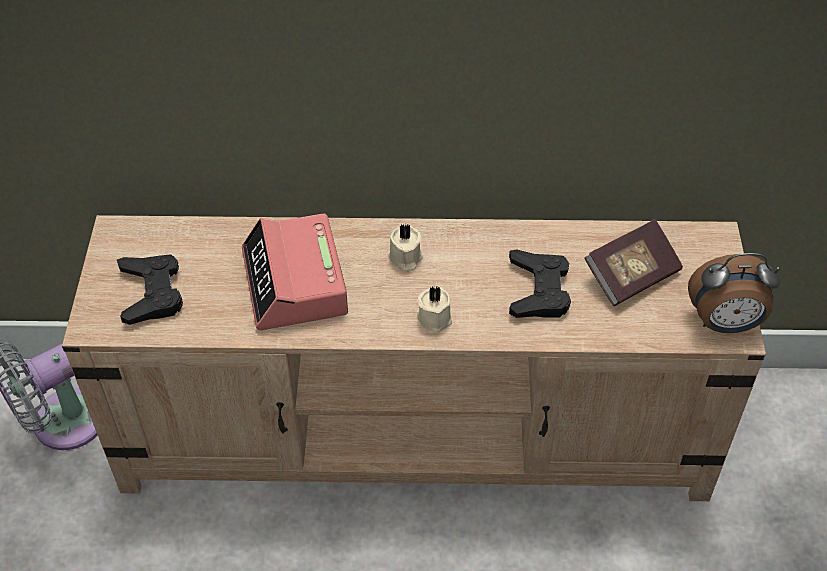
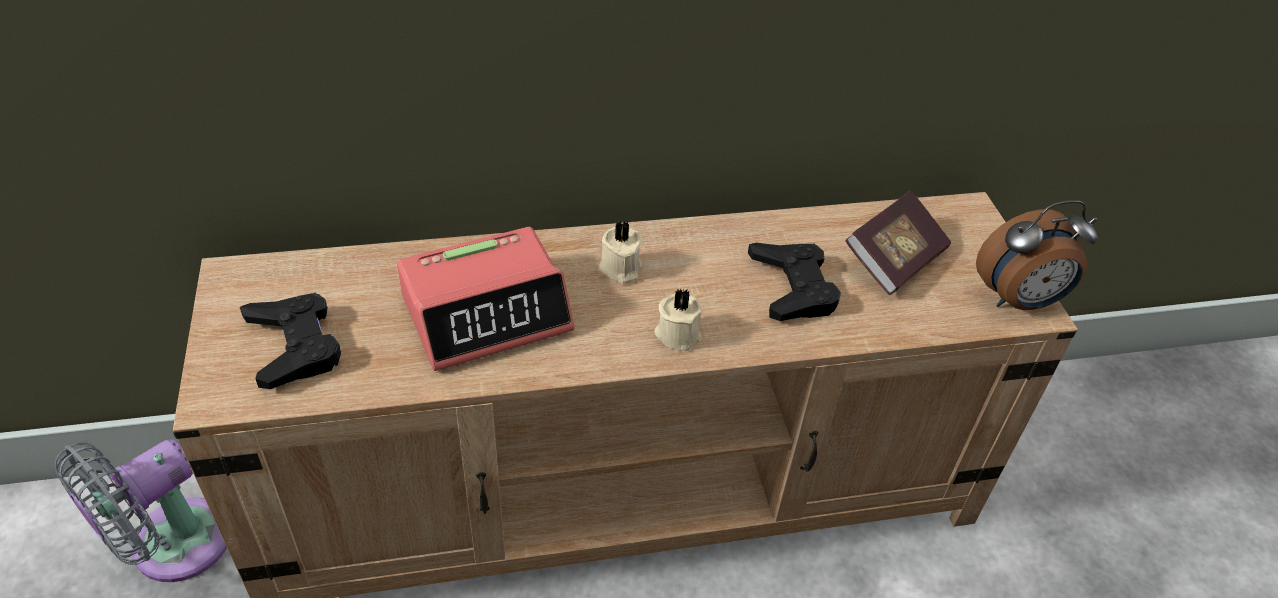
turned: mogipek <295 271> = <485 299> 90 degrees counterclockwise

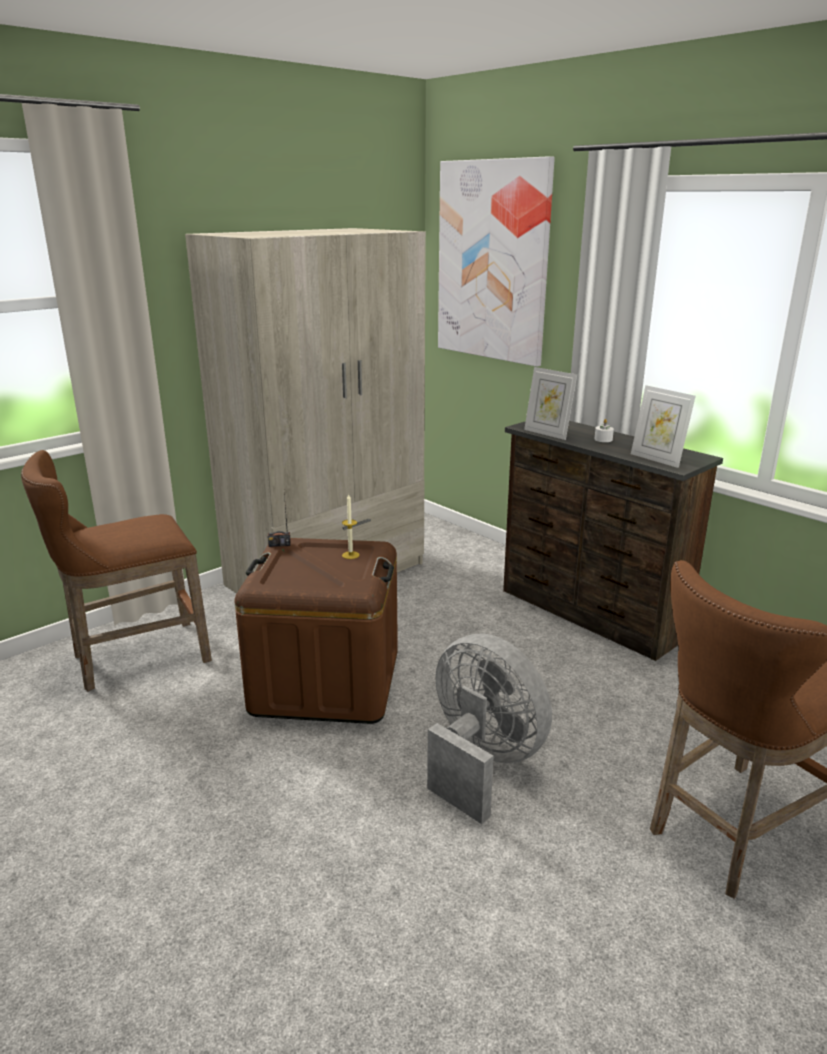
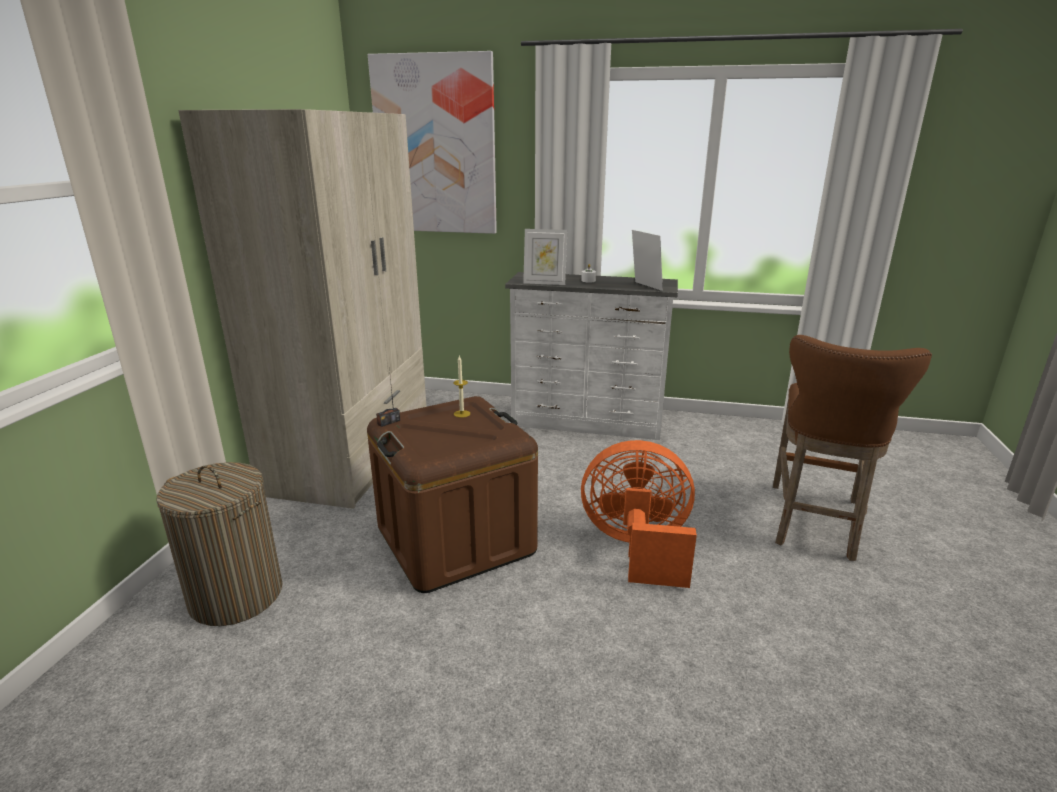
replaced: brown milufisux <116 570> to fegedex <219 544>
recoloured: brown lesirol <613 541> to white lesirol <591 356>; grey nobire <489 728> to orange nobire <639 514>
turned: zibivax <663 426> = <647 260> 135 degrees counterclockwise

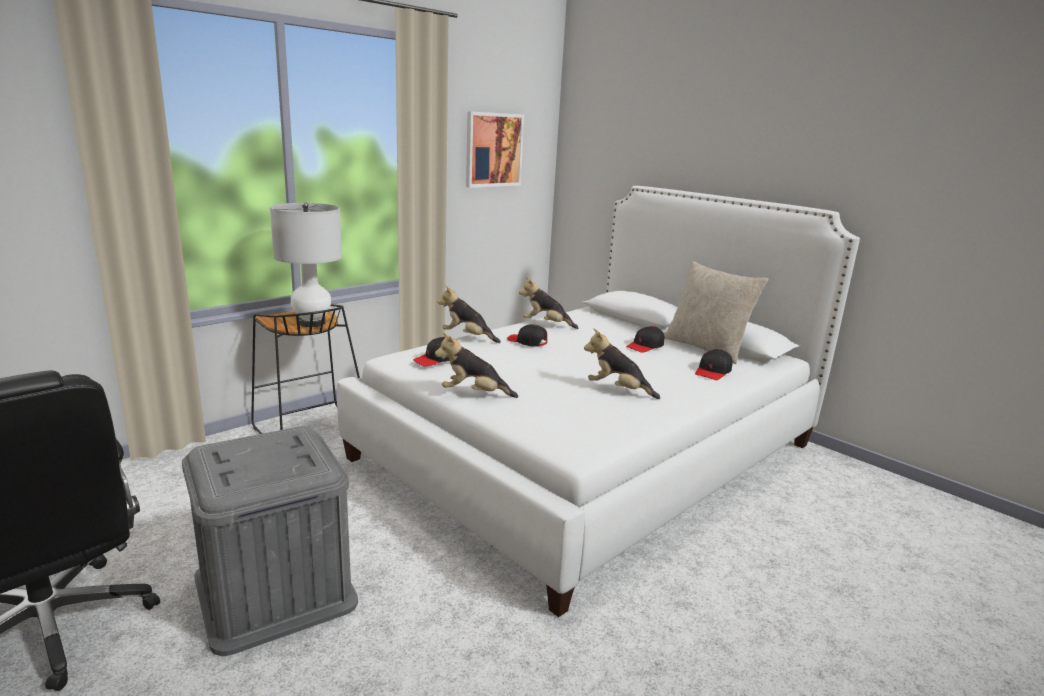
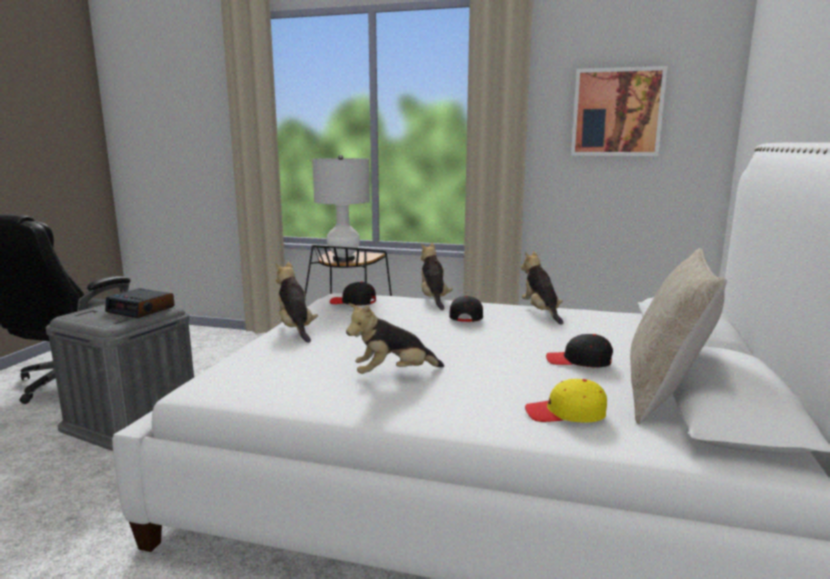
added: mogipek <140 303>
recoloured: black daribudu <714 364> to yellow daribudu <566 400>
turned: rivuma <622 364> = <395 338> 105 degrees counterclockwise

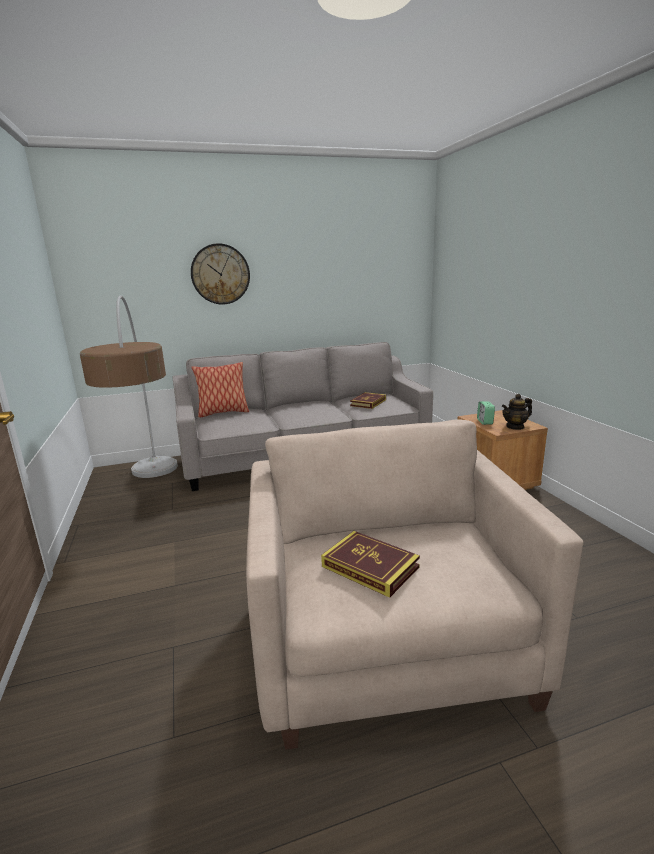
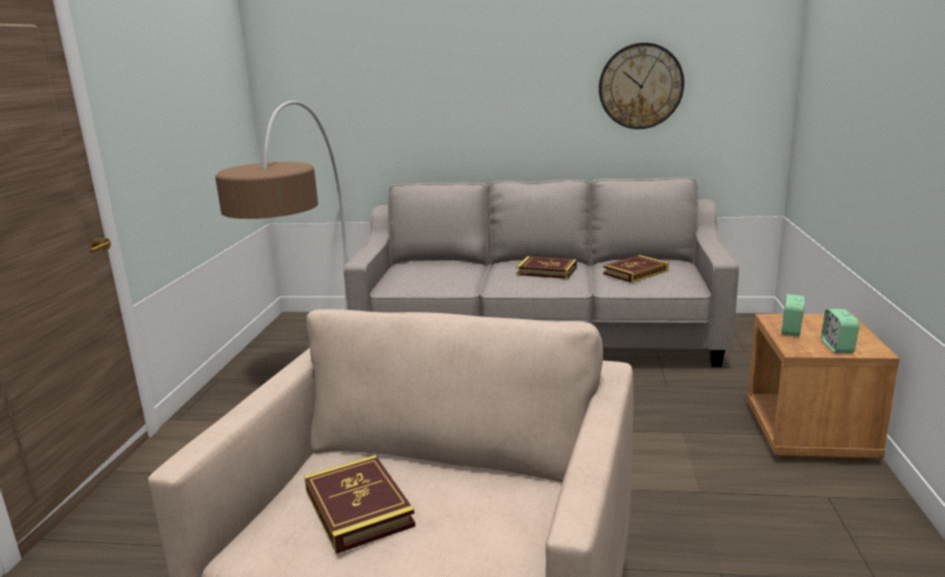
removed: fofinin <220 390>
added: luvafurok <546 267>
moved: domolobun <220 273> to <641 86>
replaced: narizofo <517 412> to mogipek <840 331>

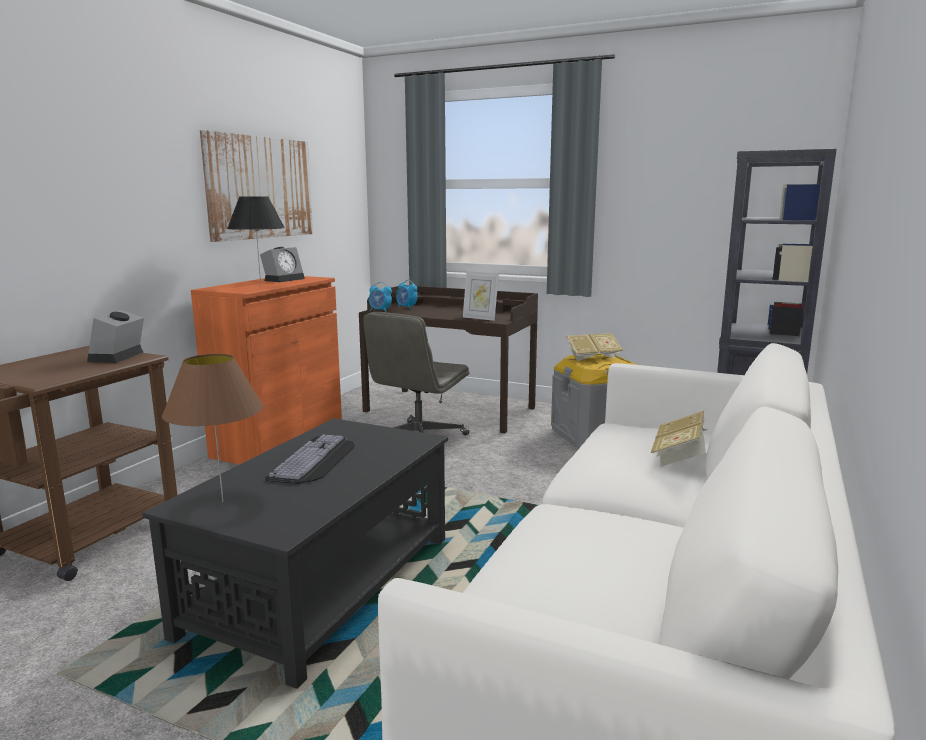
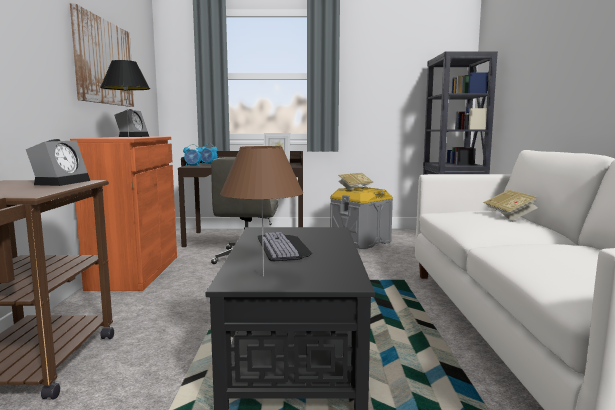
turned: mogipek <115 336> = <58 162> 150 degrees counterclockwise

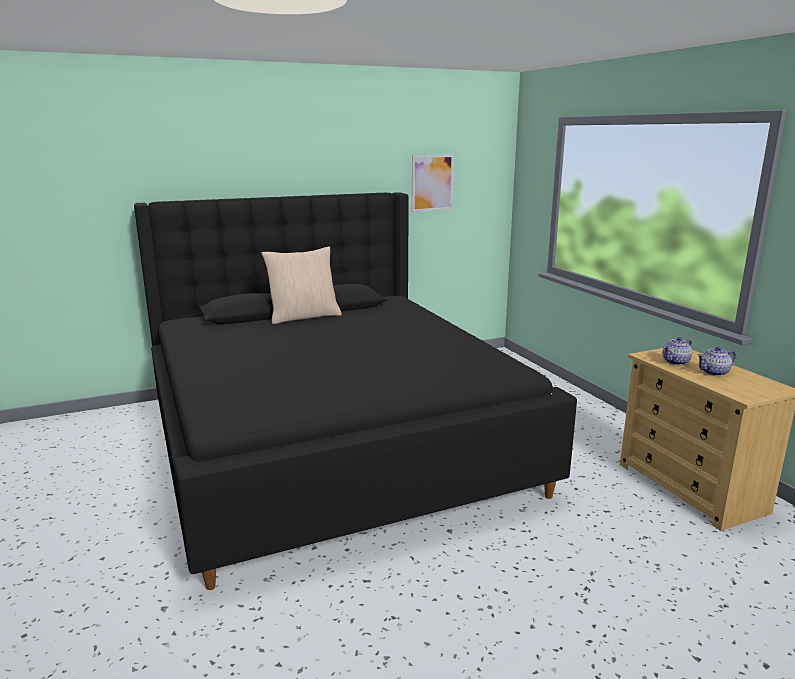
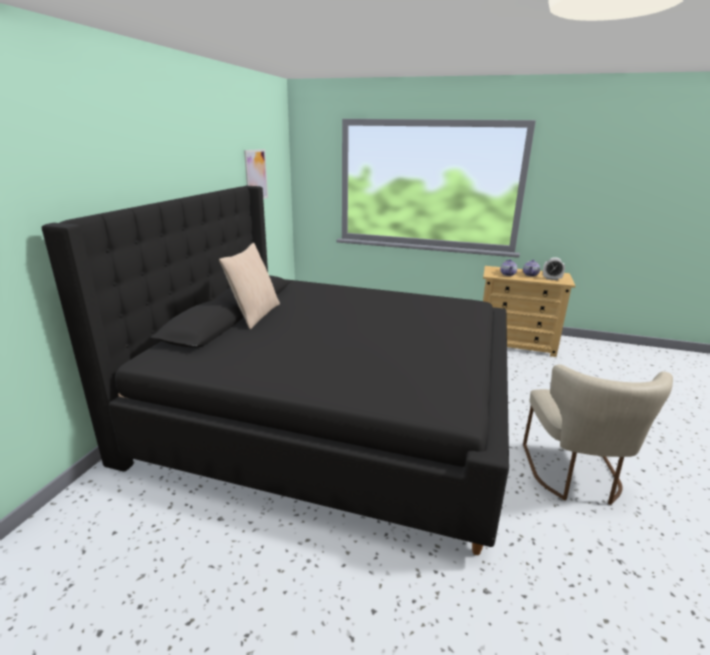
added: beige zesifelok <598 434>; mogipek <554 268>

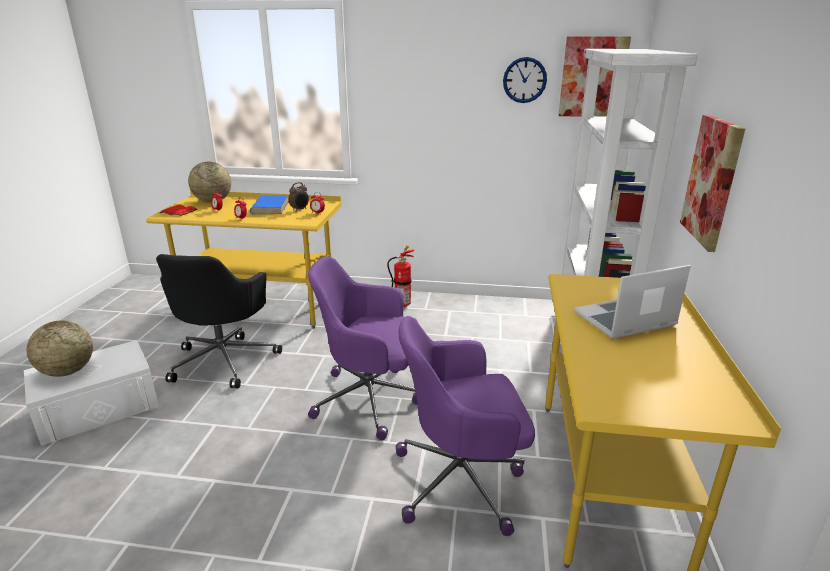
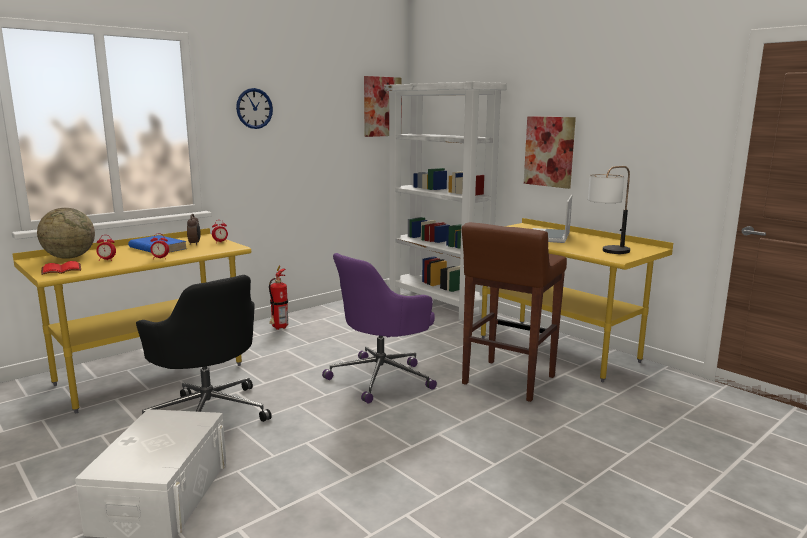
removed: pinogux <60 348>
added: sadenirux <609 210>
moved: domolobun <525 80> to <254 108>
replaced: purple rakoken <465 426> to brown milufisux <514 312>

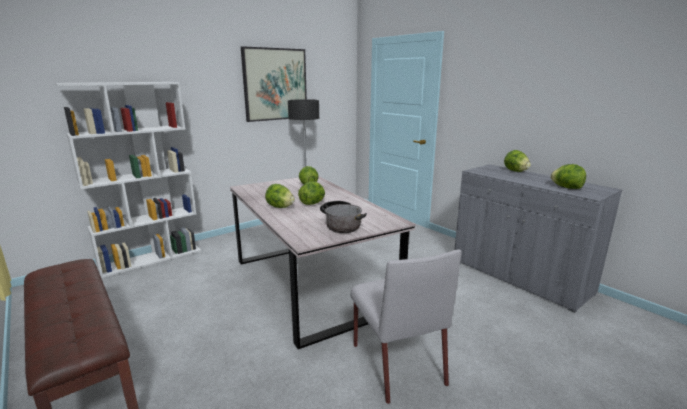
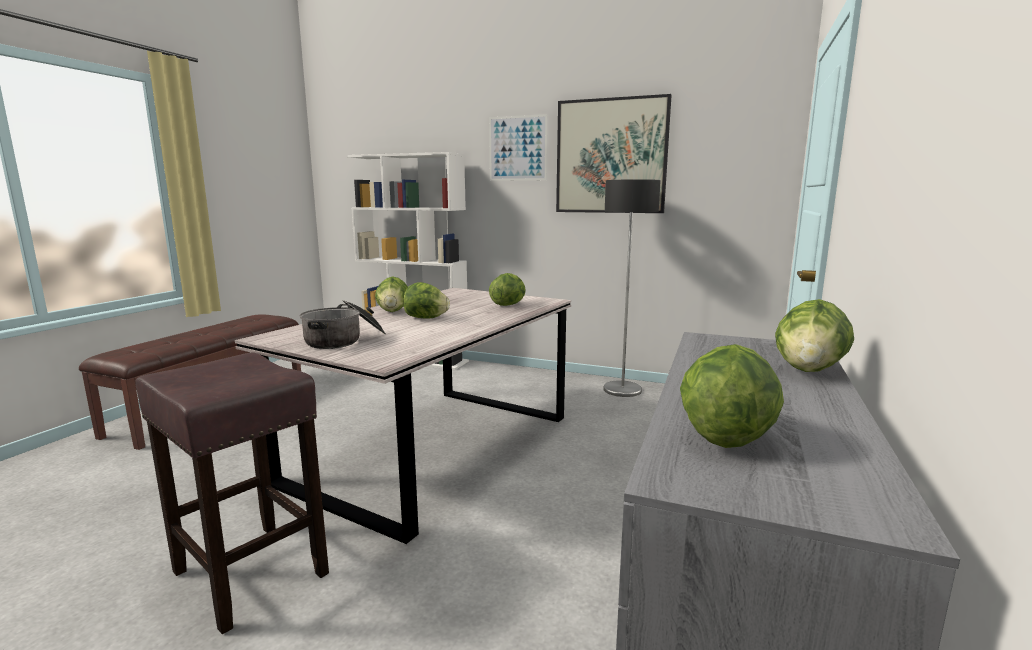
added: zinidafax <518 147>
replaced: grey zesifelok <406 326> to brown milufisux <232 493>

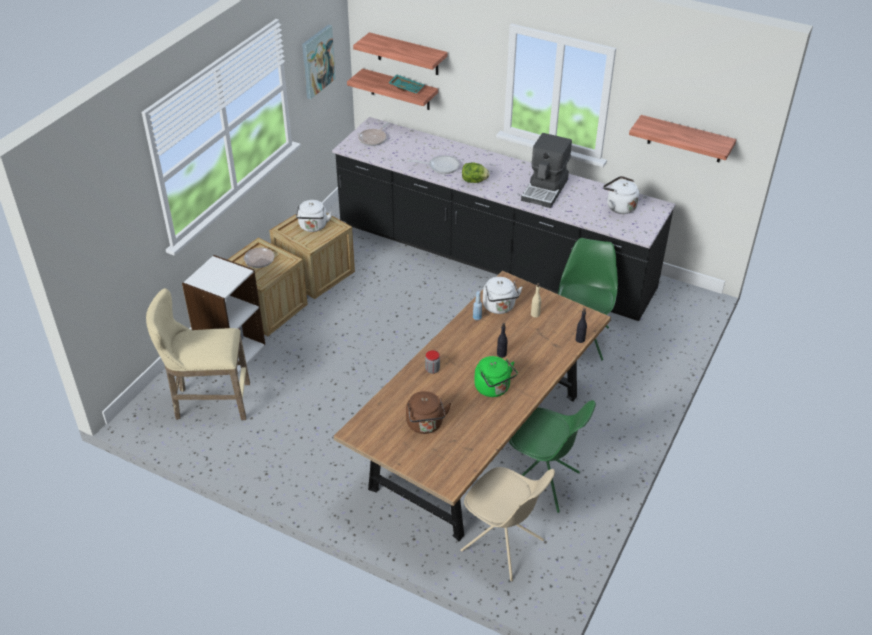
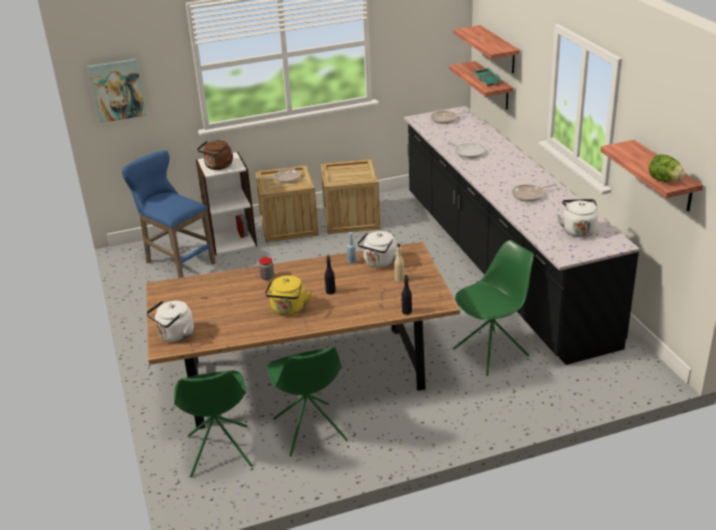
moved: zinidafax <319 61> to <116 91>; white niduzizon <314 216> to <170 321>; brown niduzizon <428 412> to <215 155>; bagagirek <476 173> to <667 168>
replaced: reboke <546 170> to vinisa <534 193>
recoloured: beige milufisux <198 354> to blue milufisux <169 214>; beige zesifelok <507 524> to green zesifelok <213 424>; green niduzizon <496 376> to yellow niduzizon <288 295>

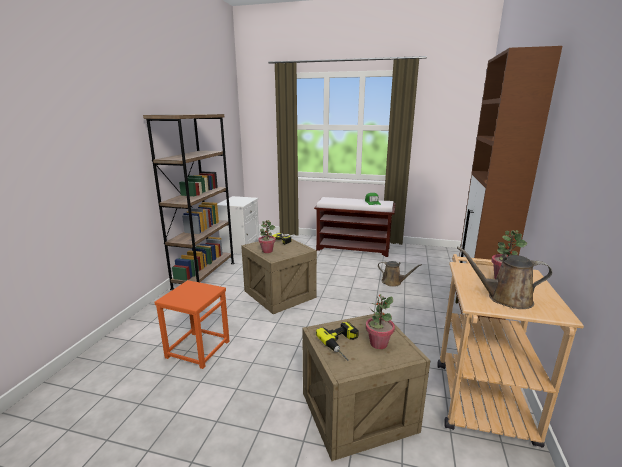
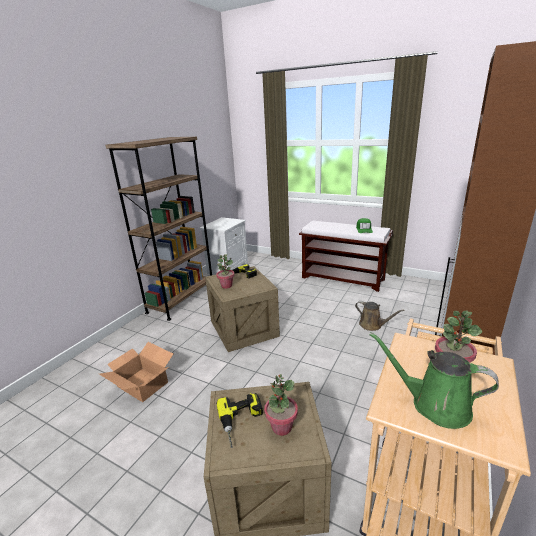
replaced: orange milufisux <191 324> to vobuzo <136 372>
recoloured: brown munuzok <504 278> to green munuzok <434 381>

